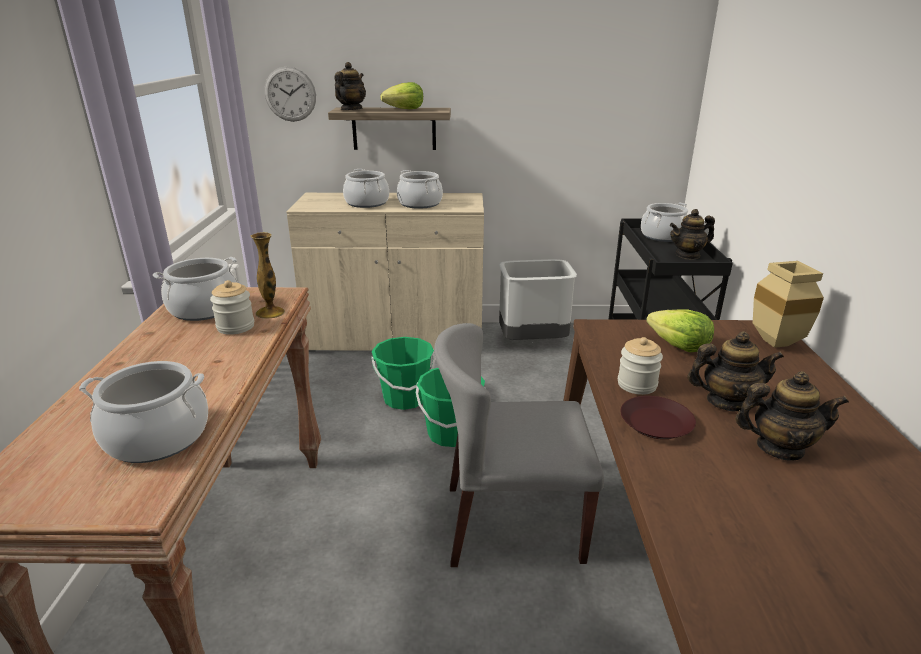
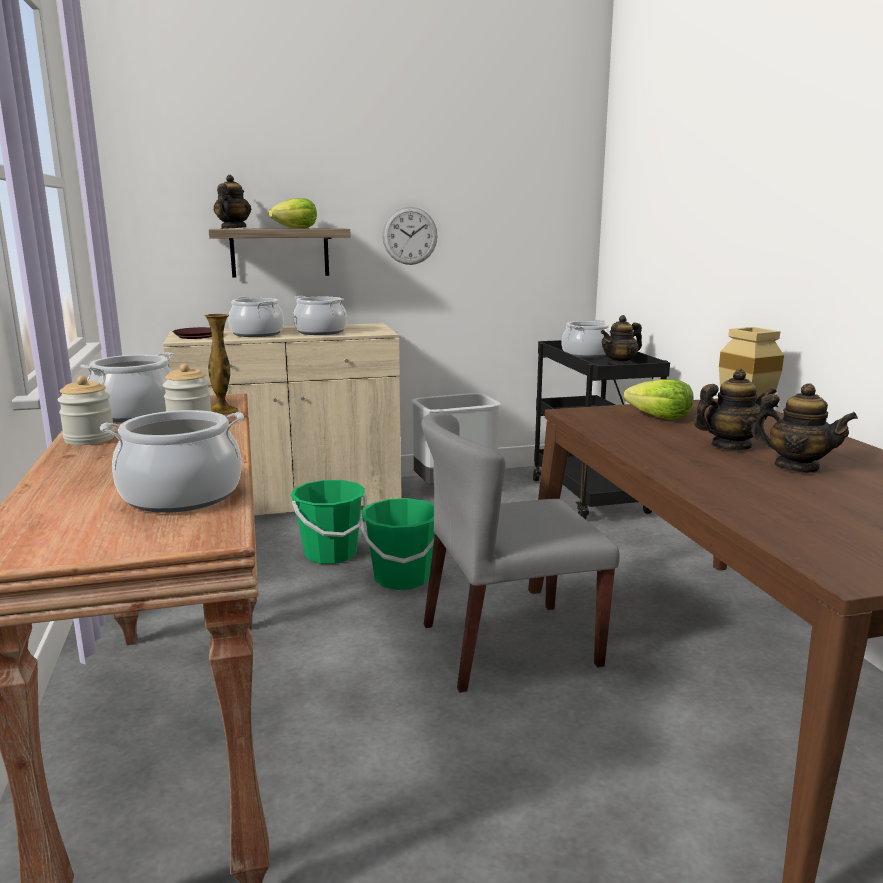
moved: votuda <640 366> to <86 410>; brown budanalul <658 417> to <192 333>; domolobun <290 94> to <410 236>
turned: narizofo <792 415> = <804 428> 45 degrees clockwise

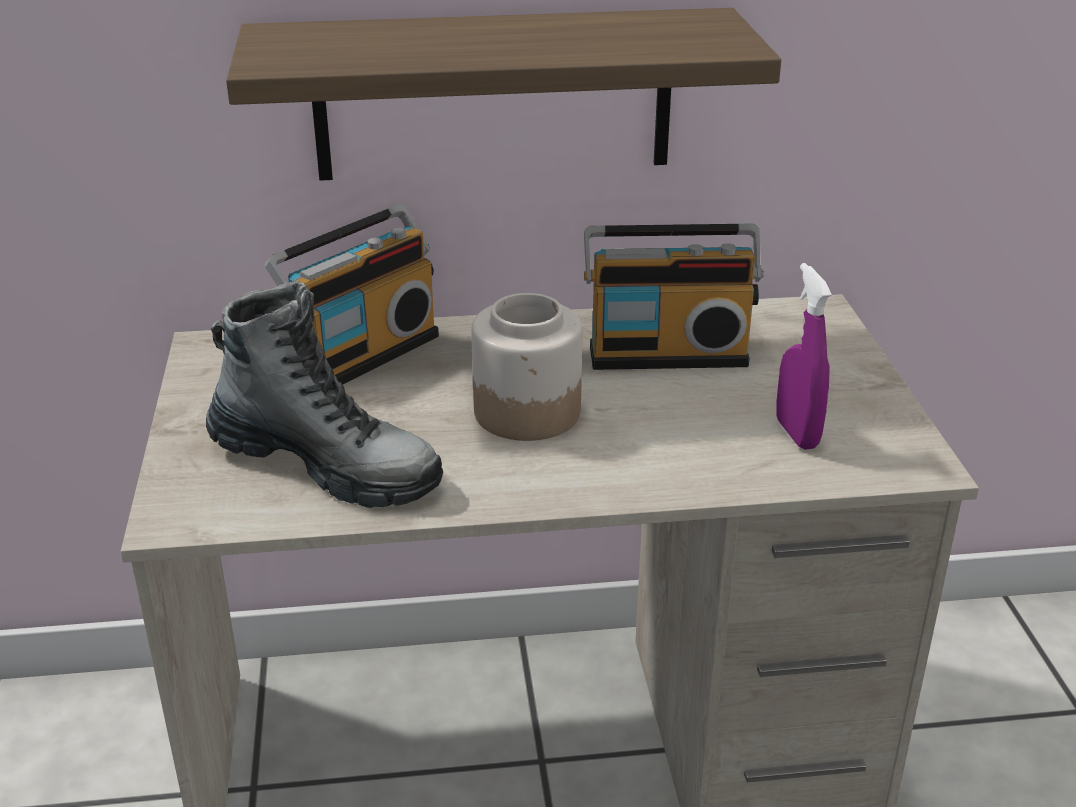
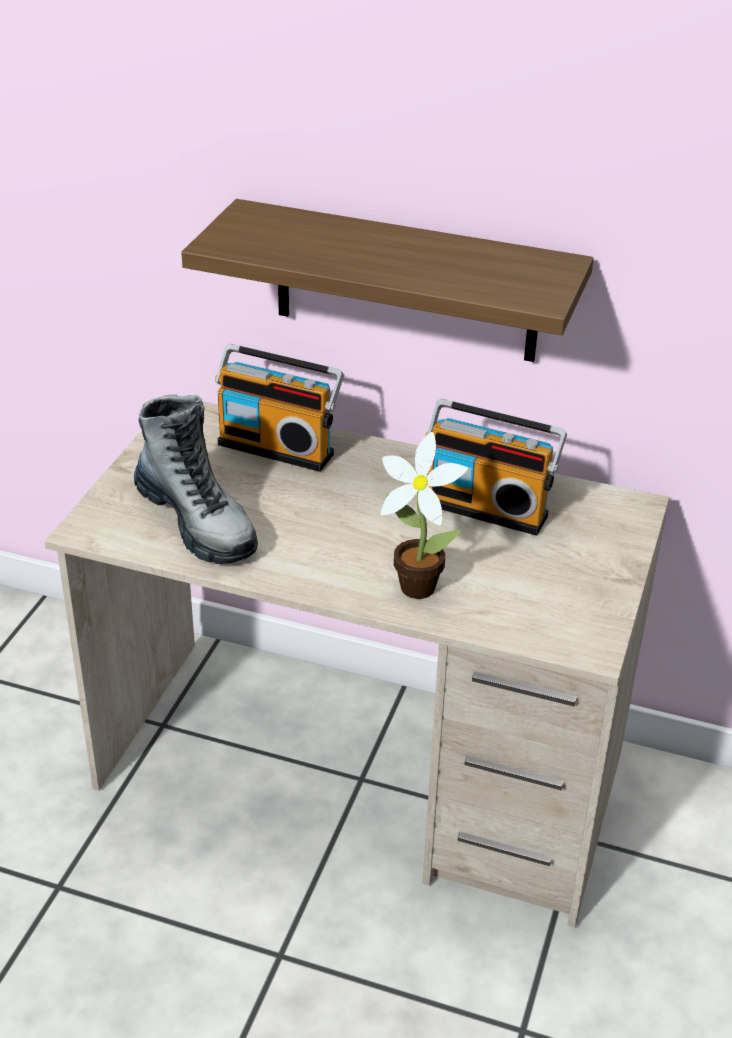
removed: votuda <526 367>; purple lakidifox <804 356>
added: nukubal <424 515>
turned: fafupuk <351 294> = <279 408> 45 degrees clockwise

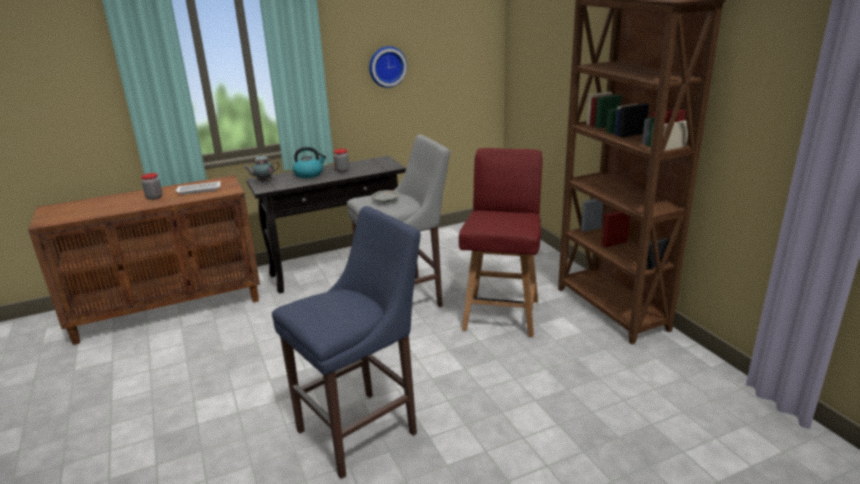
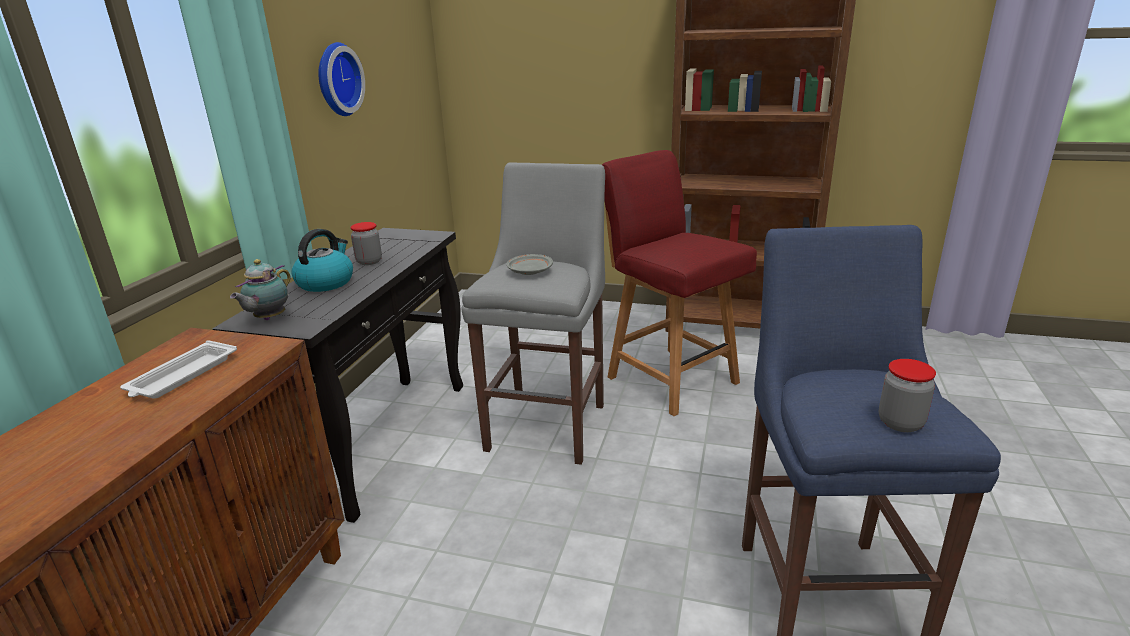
moved: votuda <151 186> to <907 395>

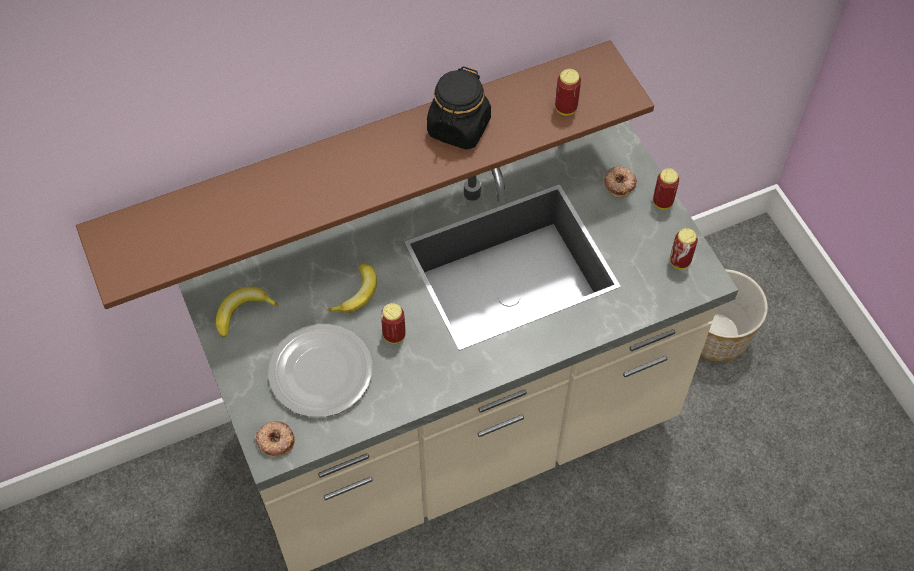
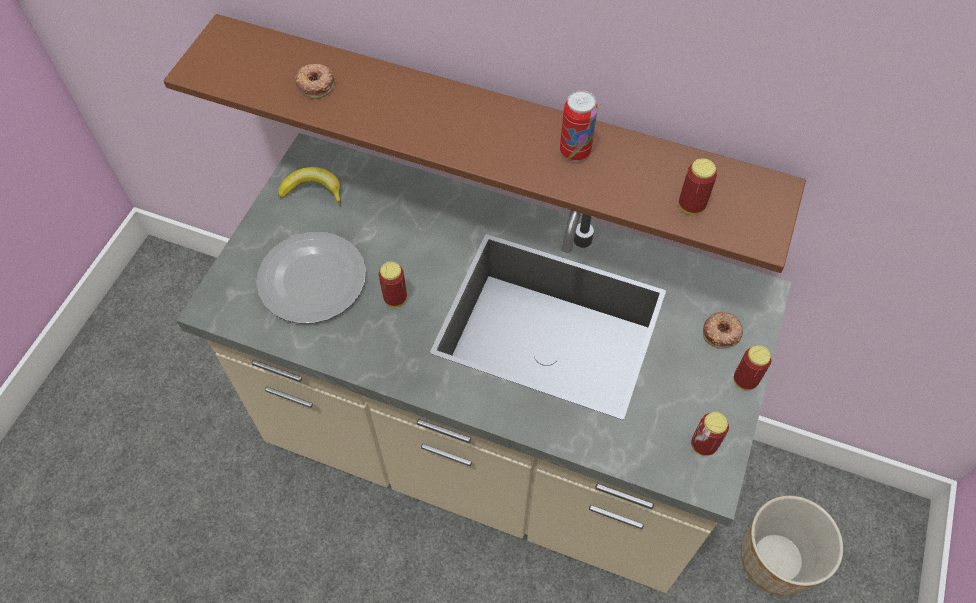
removed: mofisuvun <352 288>
moved: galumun <275 439> to <315 81>
replaced: black votuda <459 108> to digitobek <578 125>

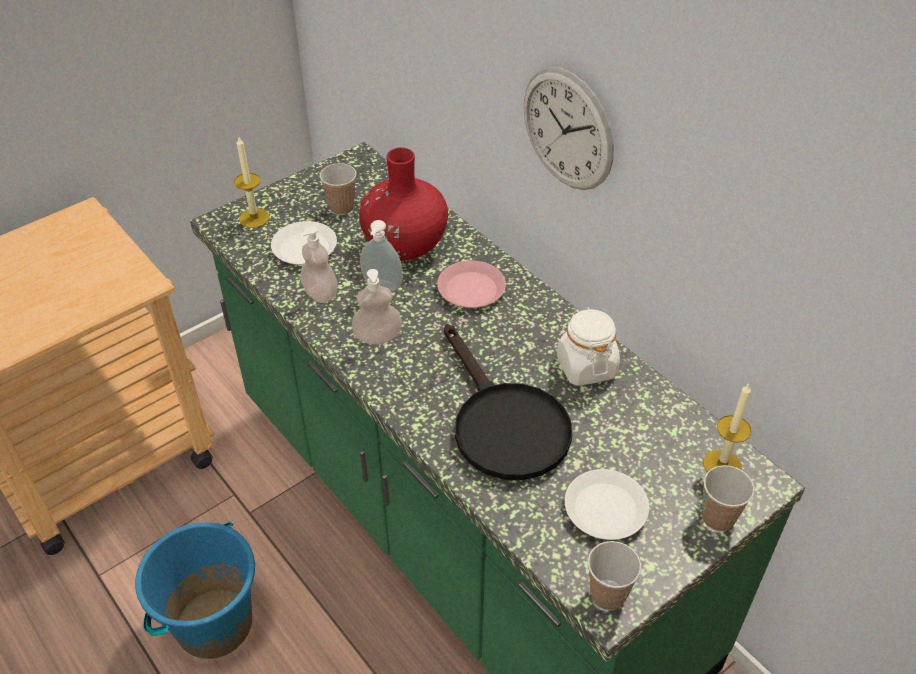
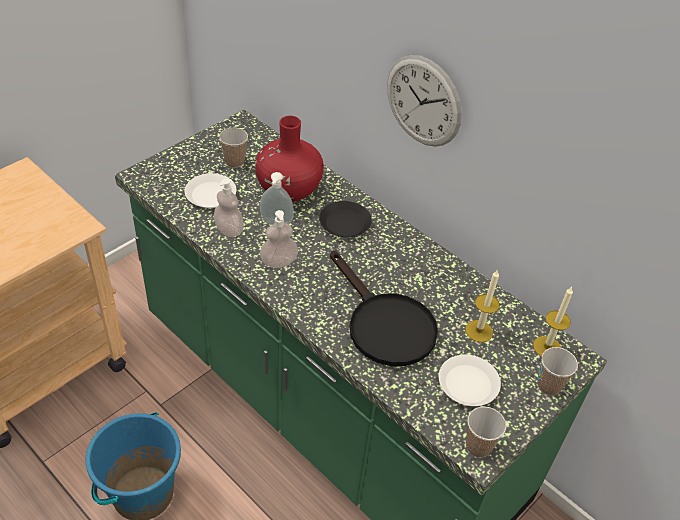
removed: white votuda <588 346>
moved: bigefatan <251 182> to <482 305>
recoloured: pink budanalul <471 284> to black budanalul <345 219>

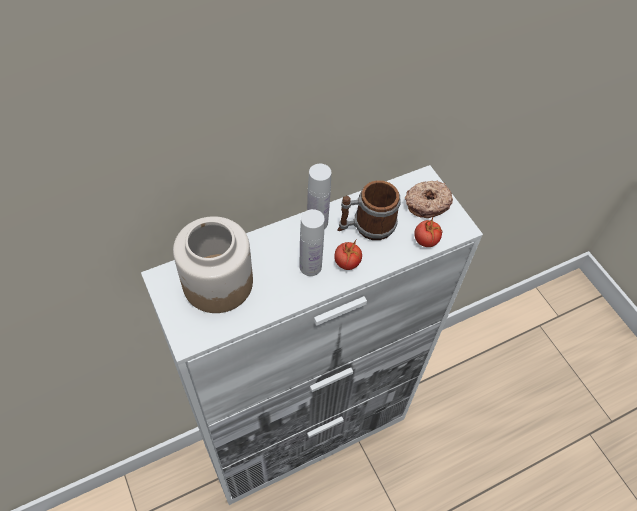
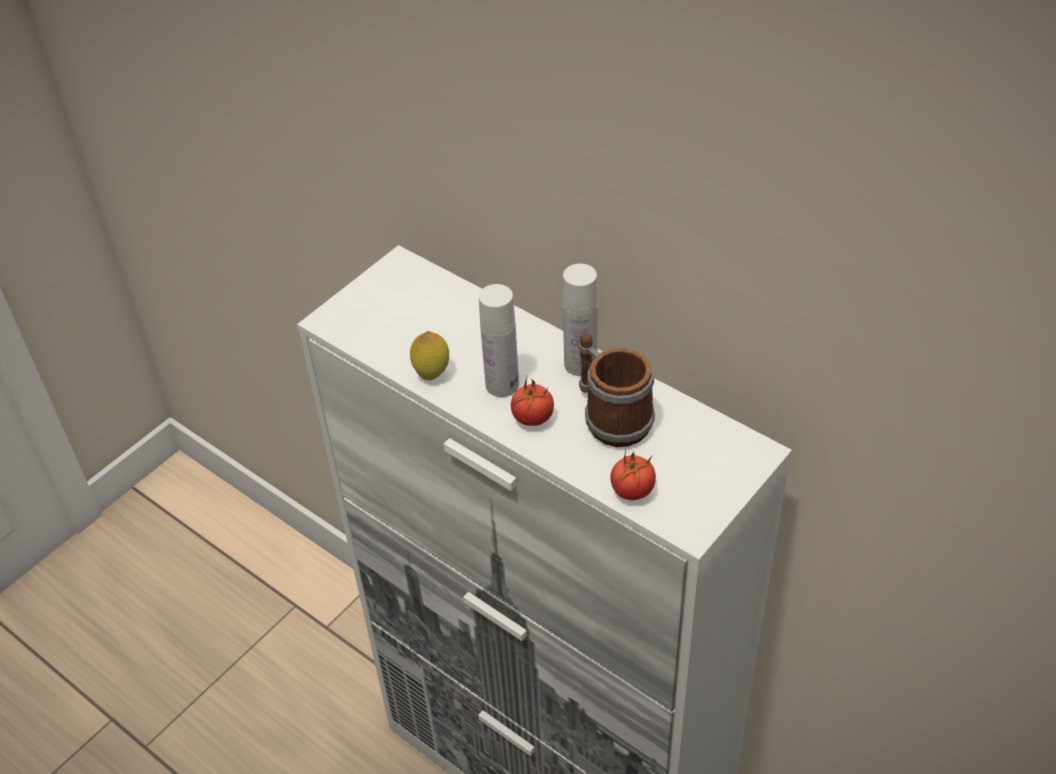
removed: votuda <213 264>; galumun <429 199>
added: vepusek <429 355>

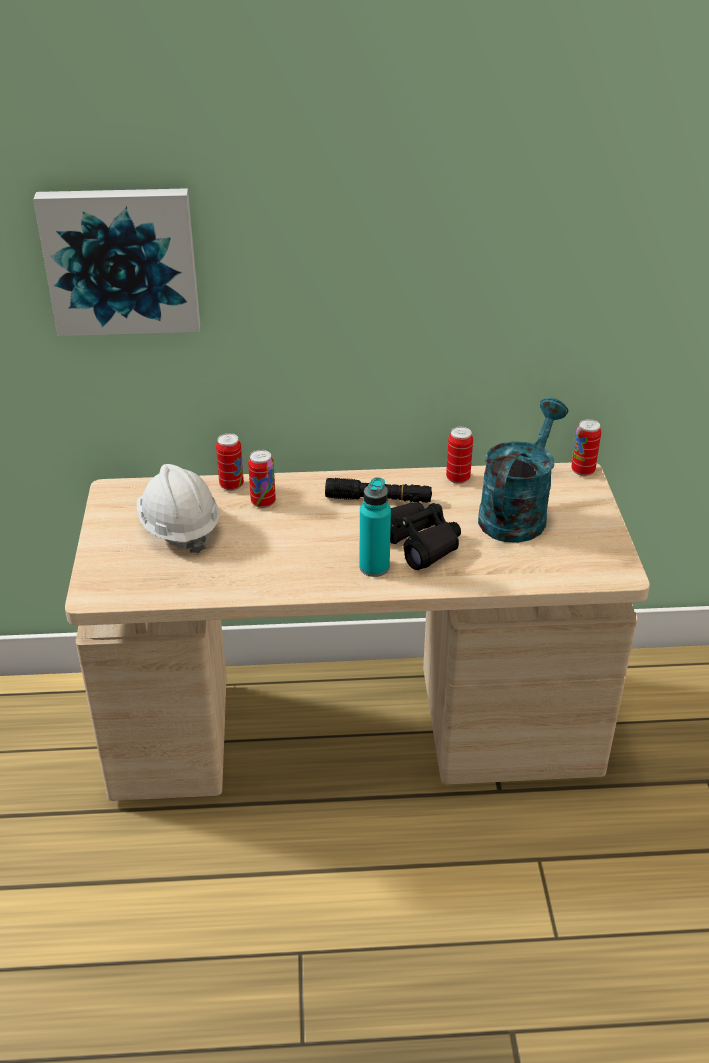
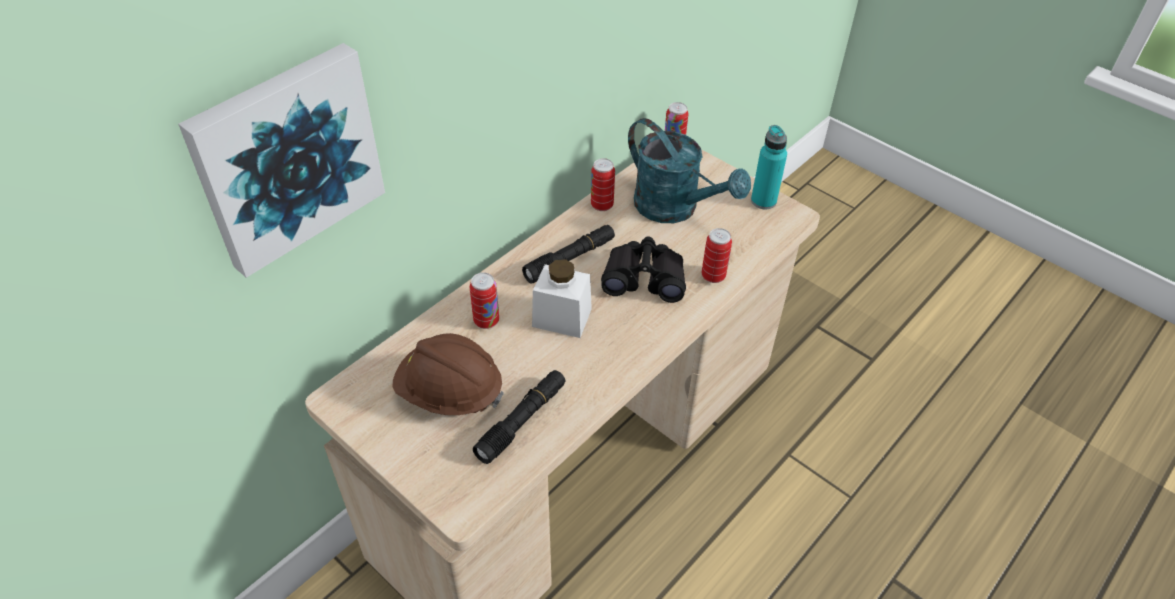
added: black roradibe <519 417>; white votuda <562 298>
moved: digitobek <230 462> to <717 255>; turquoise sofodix <375 527> to <769 167>
recoloured: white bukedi <178 508> to brown bukedi <448 374>
turned: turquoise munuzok <523 470> = <689 170> 150 degrees clockwise

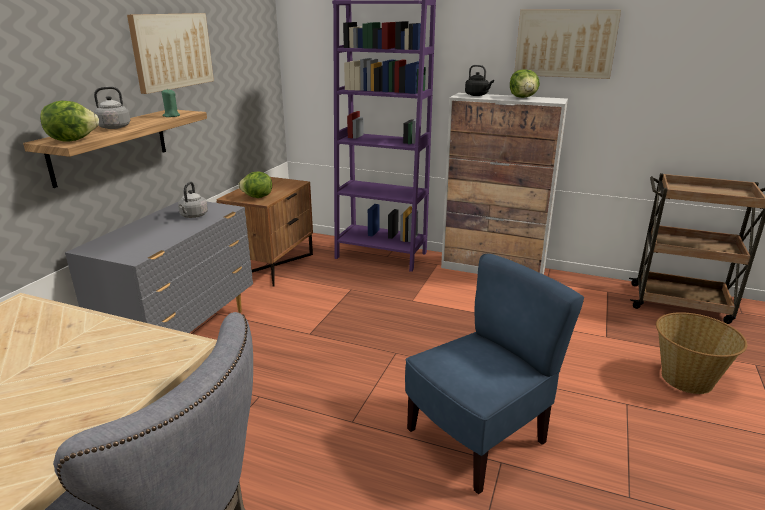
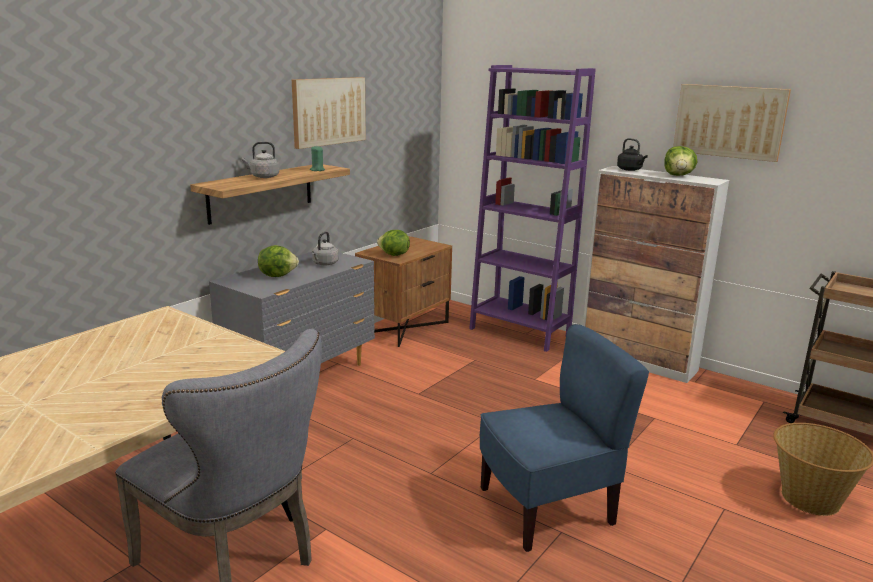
moved: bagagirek <69 121> to <278 261>

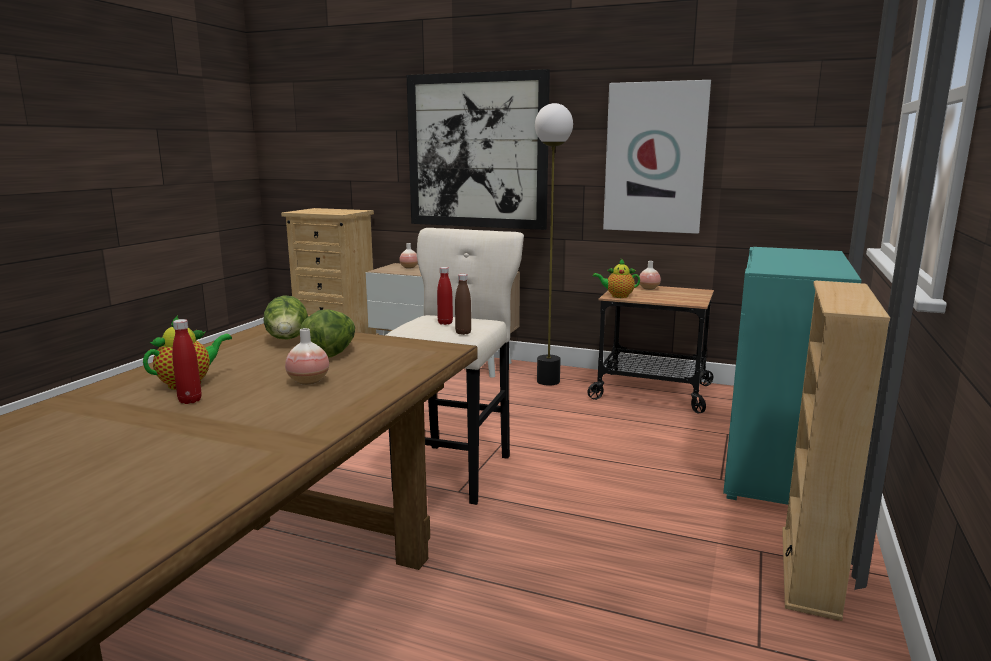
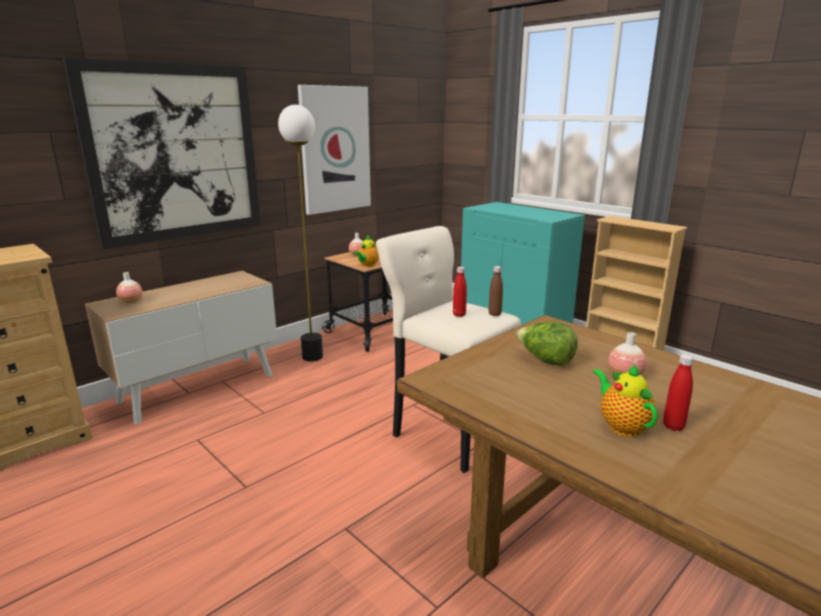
removed: bagagirek <285 317>

